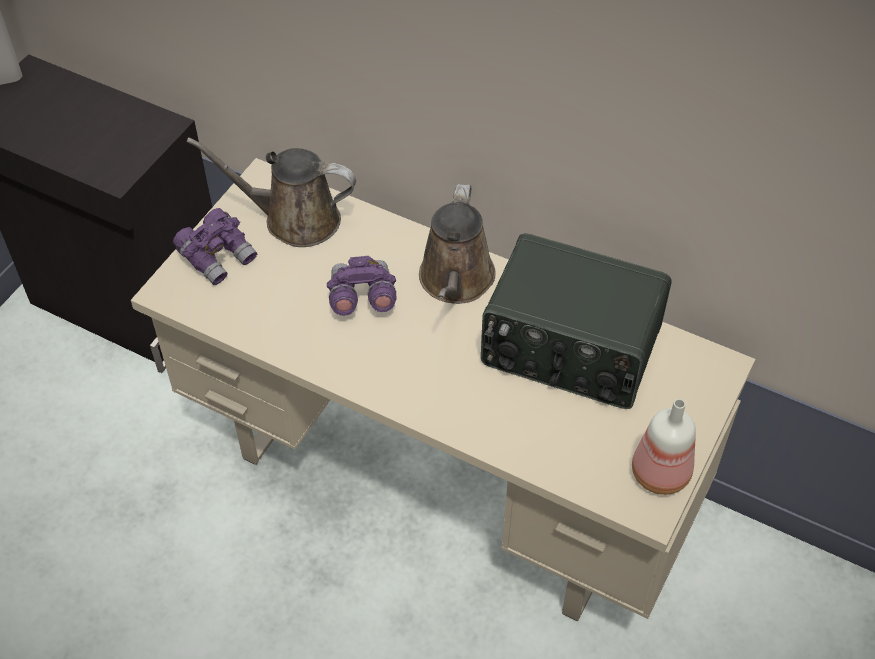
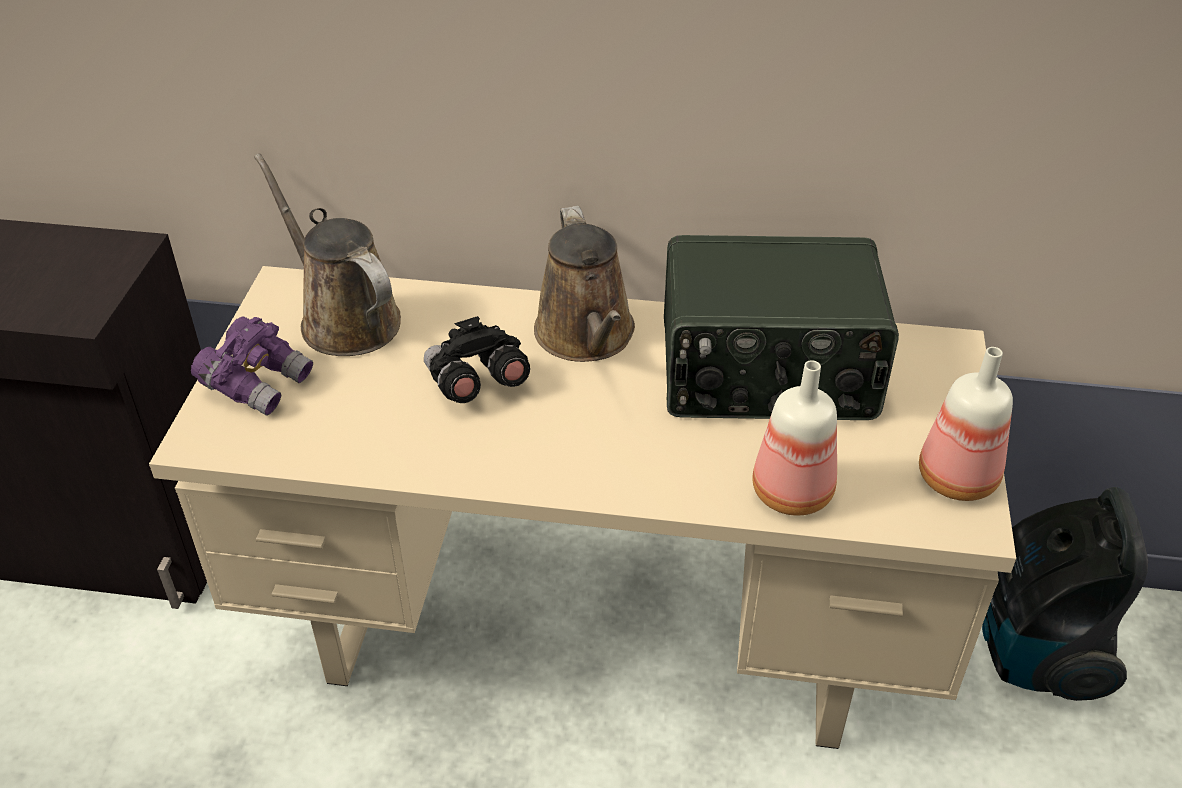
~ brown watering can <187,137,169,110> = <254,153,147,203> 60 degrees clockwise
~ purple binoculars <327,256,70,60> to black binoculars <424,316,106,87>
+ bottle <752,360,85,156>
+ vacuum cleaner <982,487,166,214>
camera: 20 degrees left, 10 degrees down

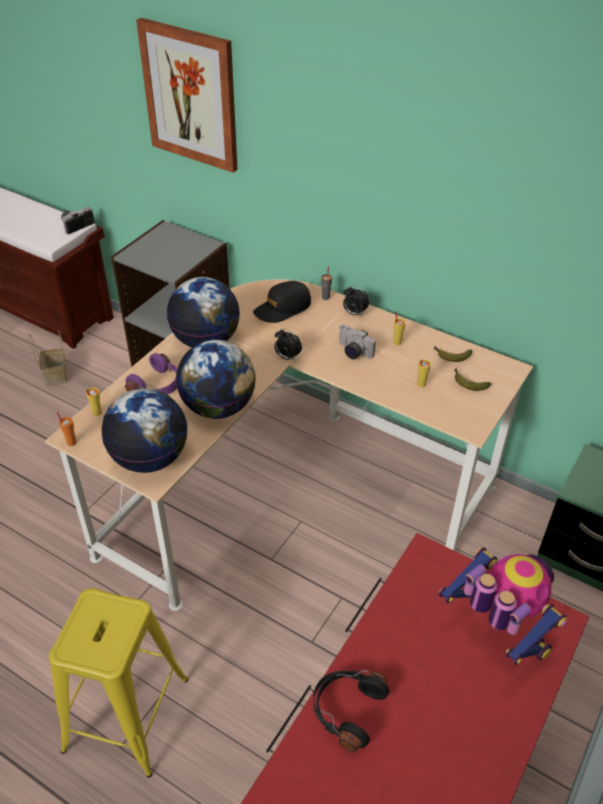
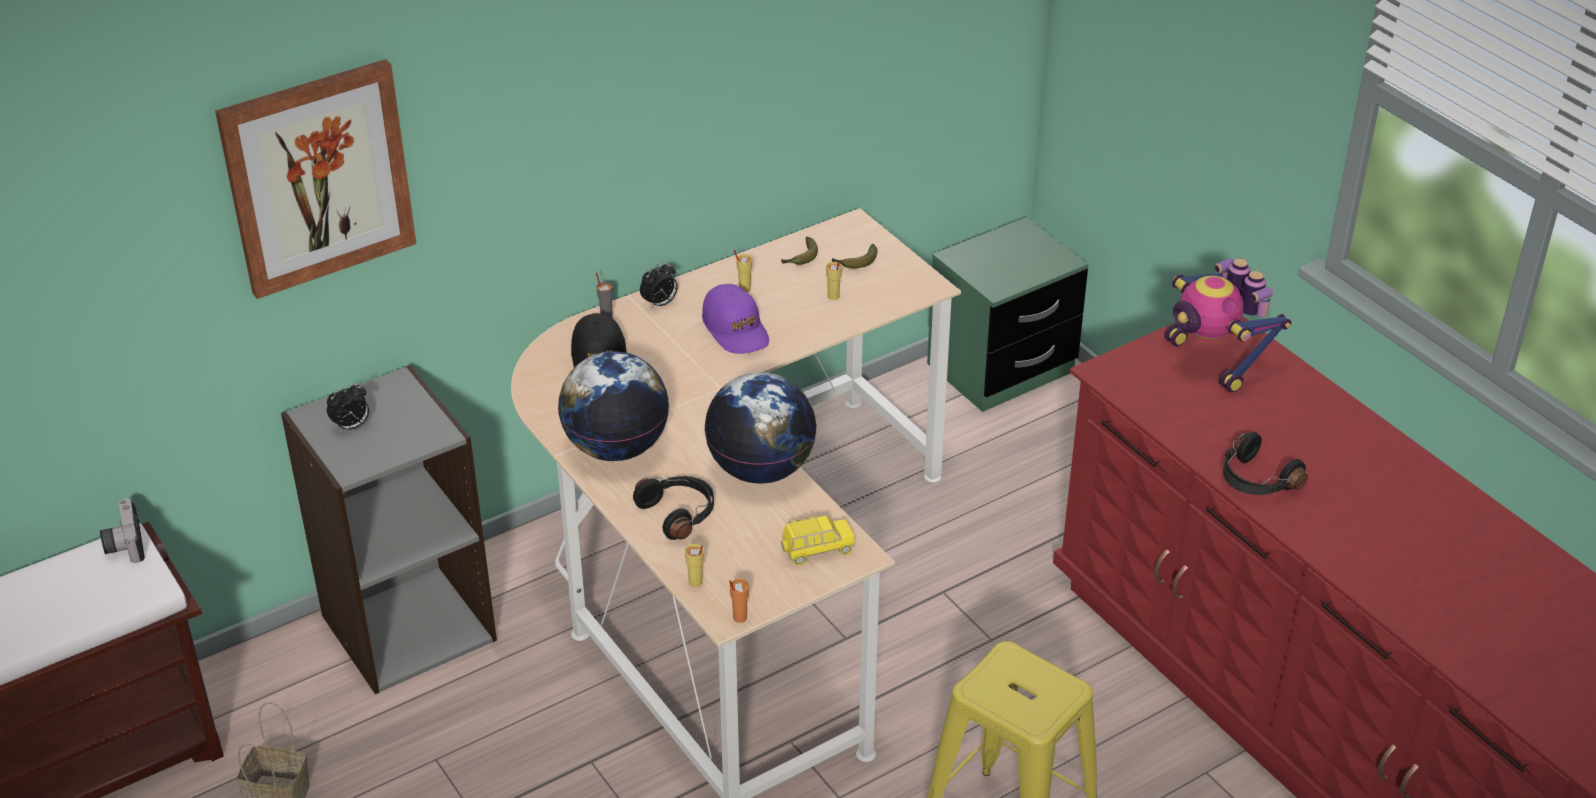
~ globe <101,388,87,85> to yellow toy car <781,516,74,50>
~ purple headphones <125,353,52,41> to black headphones <633,476,81,64>
~ alarm clock <274,328,28,33> to <327,383,42,50>
~ photo camera <339,324,37,35> to purple cap <702,284,67,70>
~ toy robot <438,547,129,118> = <1164,258,128,135> 105 degrees counterclockwise
camera: 65 degrees left, 5 degrees down

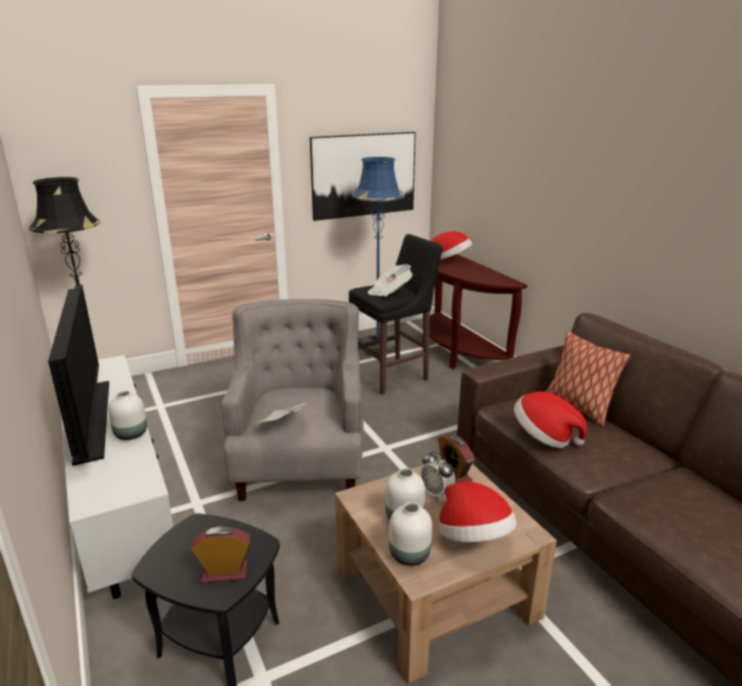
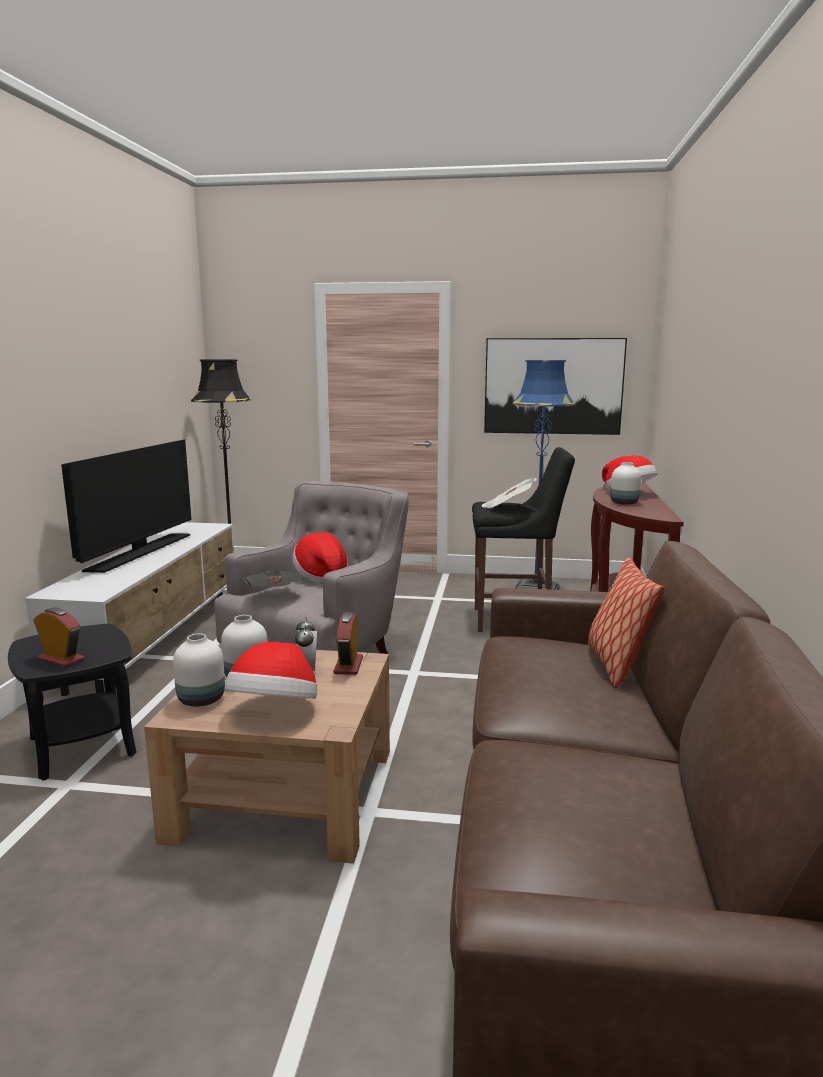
~ white vase <108,390,39,50> to <610,462,31,43>
~ hat <514,391,73,57> to <292,532,56,51>
camera: 35 degrees right, 10 degrees down

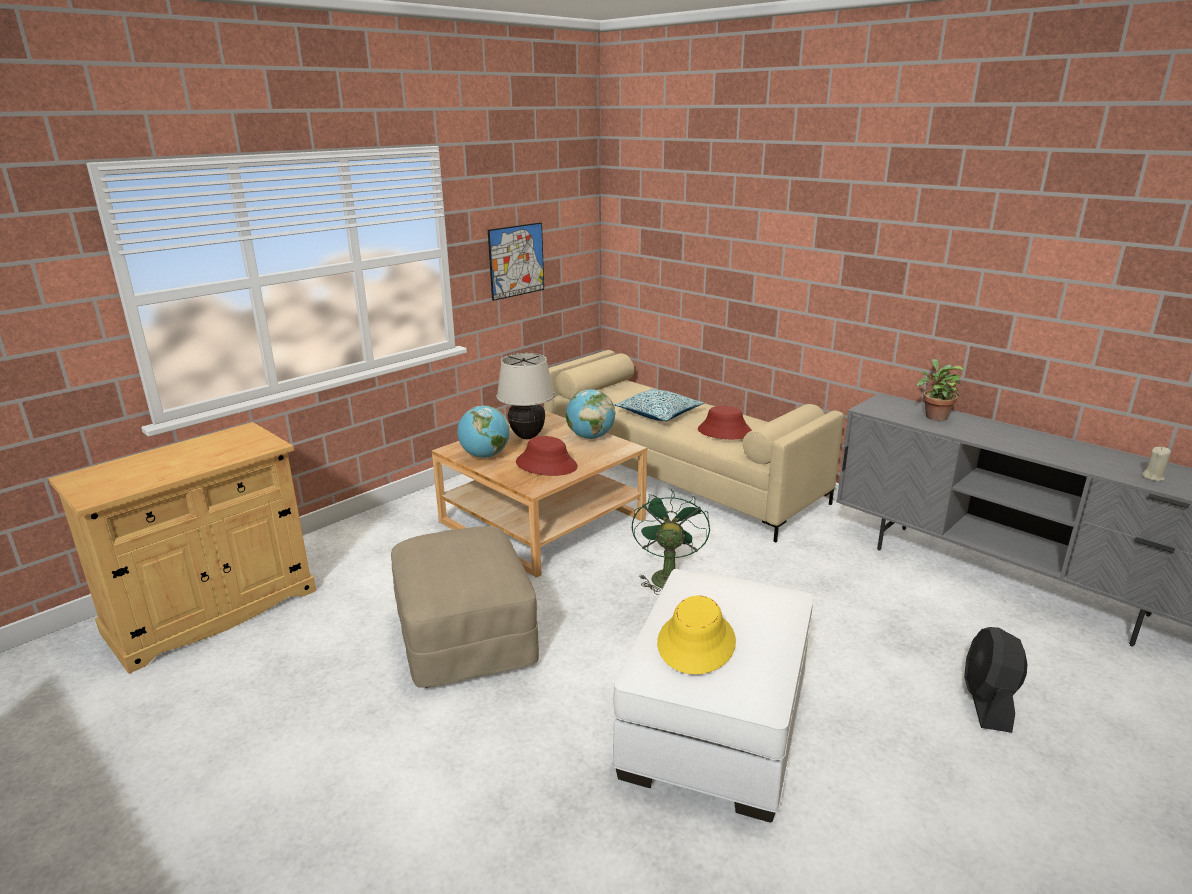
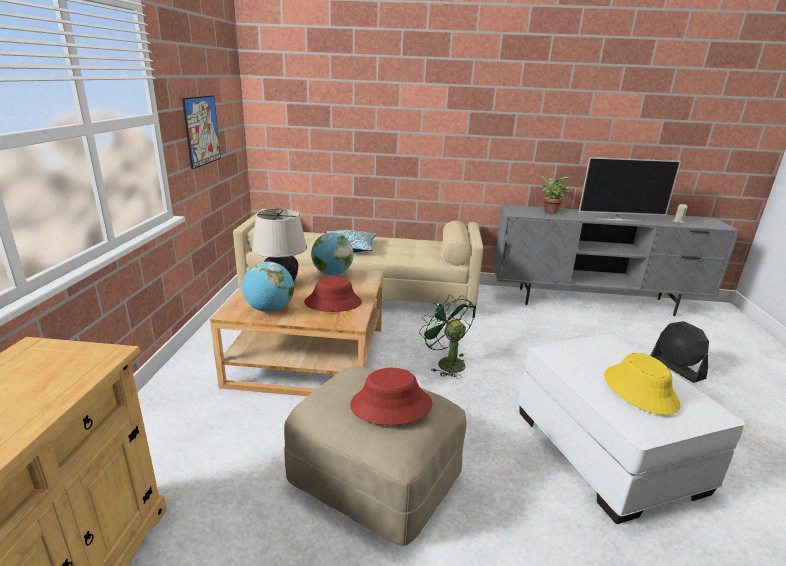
~ red hat <698,406,54,33> to <350,368,83,57>
+ television <579,157,102,64>
camera: 40 degrees left, 0 degrees up

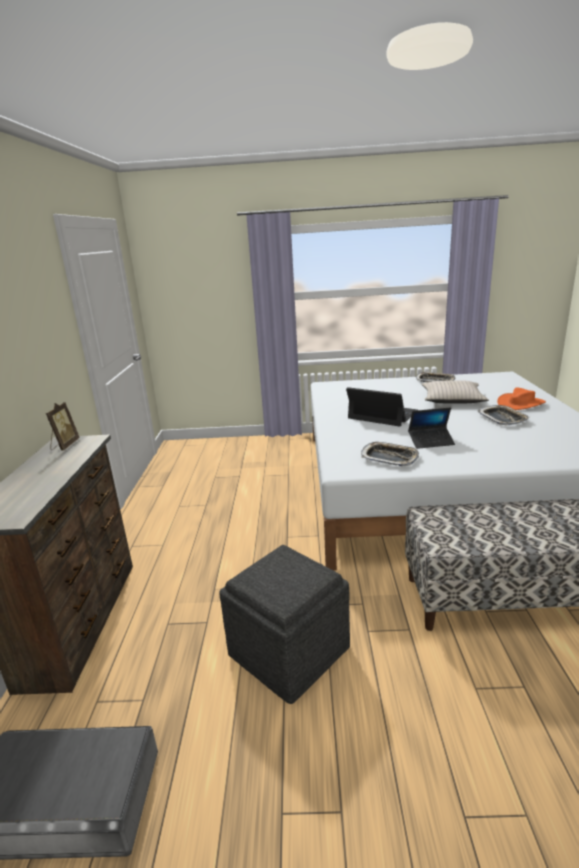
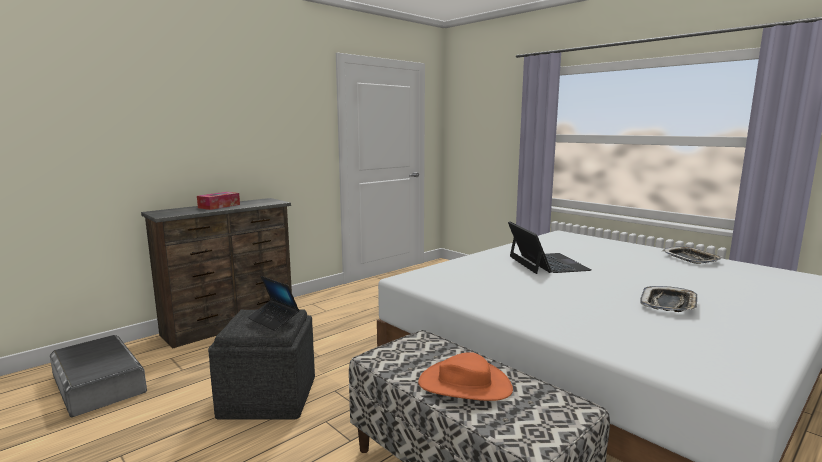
- picture frame <46,402,34,49>
- tray <361,442,58,25>
~ laptop <408,407,47,42> to <248,276,51,55>
- beige pillow <421,381,68,23>
~ orange hat <497,388,49,22> to <418,352,95,49>
+ tissue box <197,192,43,18>
camera: 45 degrees right, 10 degrees down

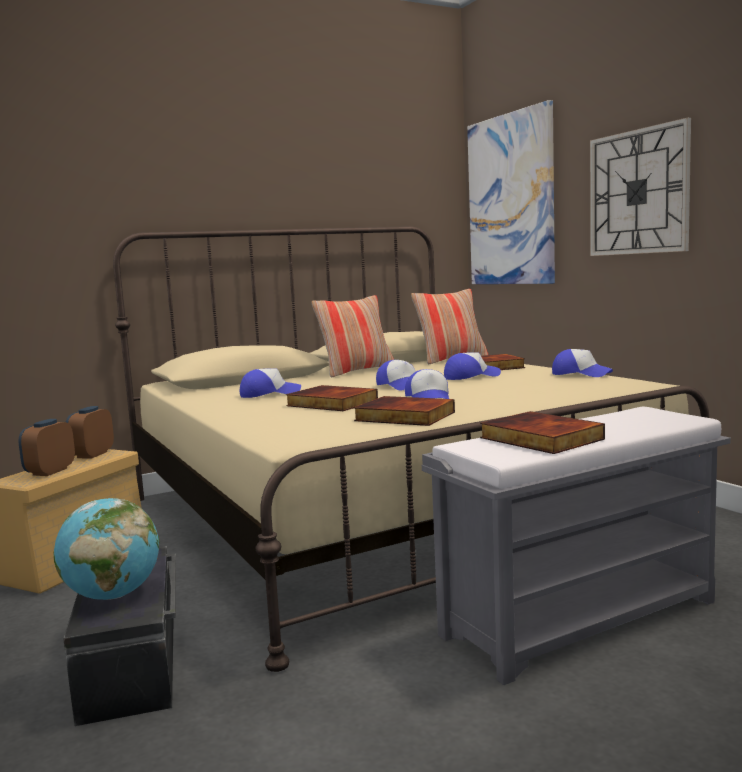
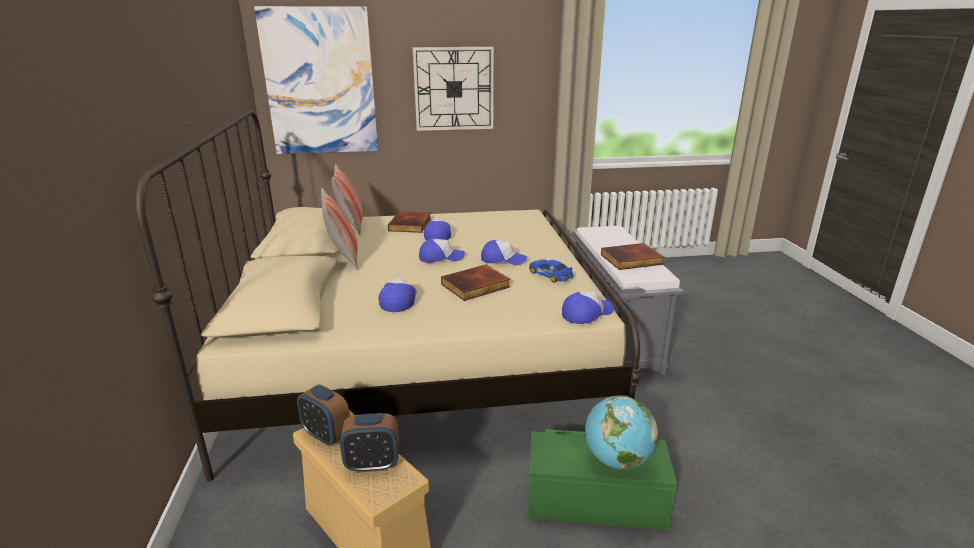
~ alarm clock <18,419,57,57> = <340,413,59,60> 45 degrees counterclockwise
~ black storage box <63,546,113,180> to green storage box <528,429,149,101>
~ book <354,396,101,30> to toy car <529,259,45,24>
~ cap <552,349,61,28> to <562,291,52,33>
camera: 70 degrees left, 15 degrees up

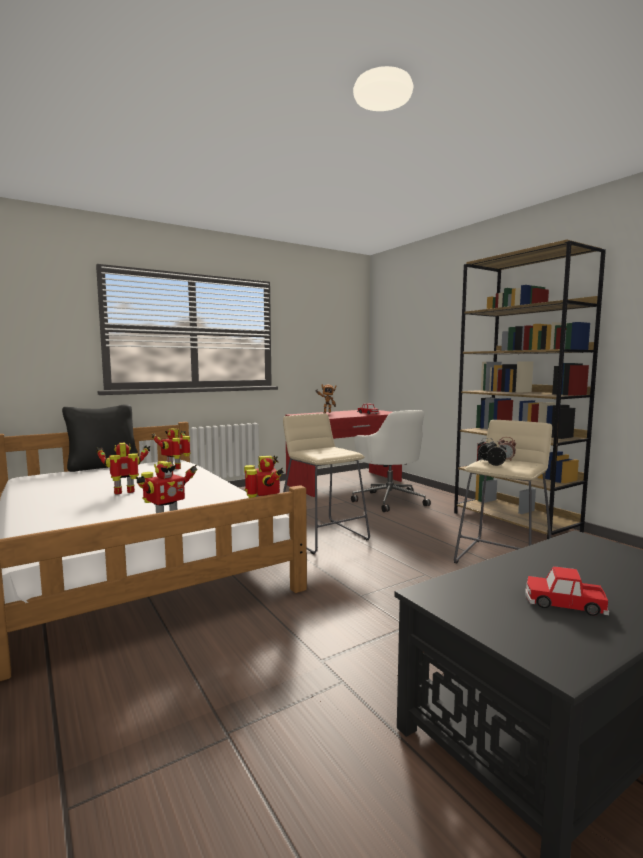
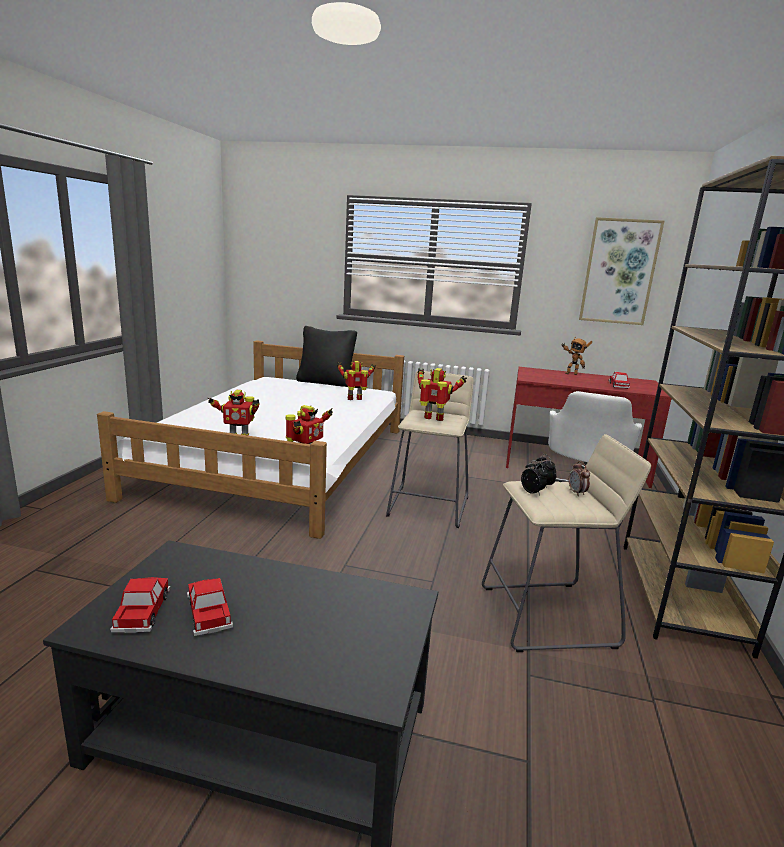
~ toy robot <96,443,54,51> to <417,368,50,53>
+ toy car <110,577,61,56>
+ picture <579,217,85,108>
camera: 45 degrees right, 10 degrees up

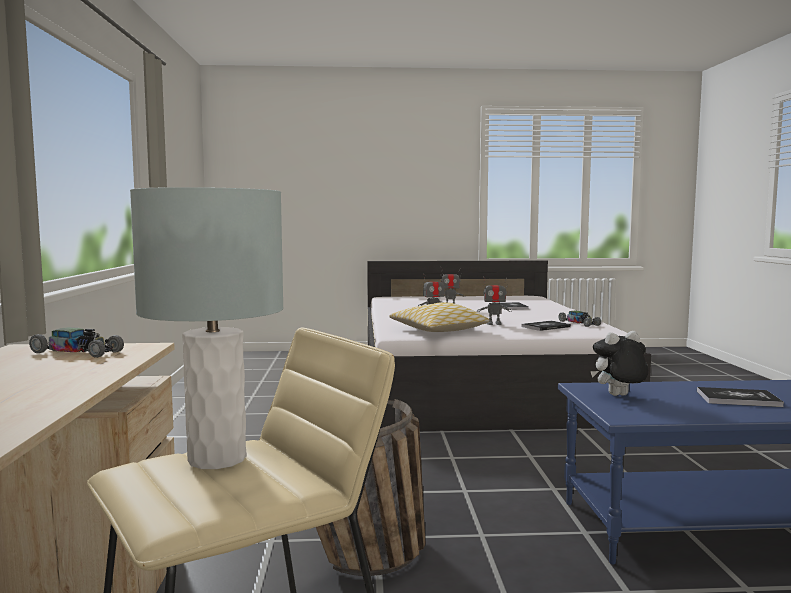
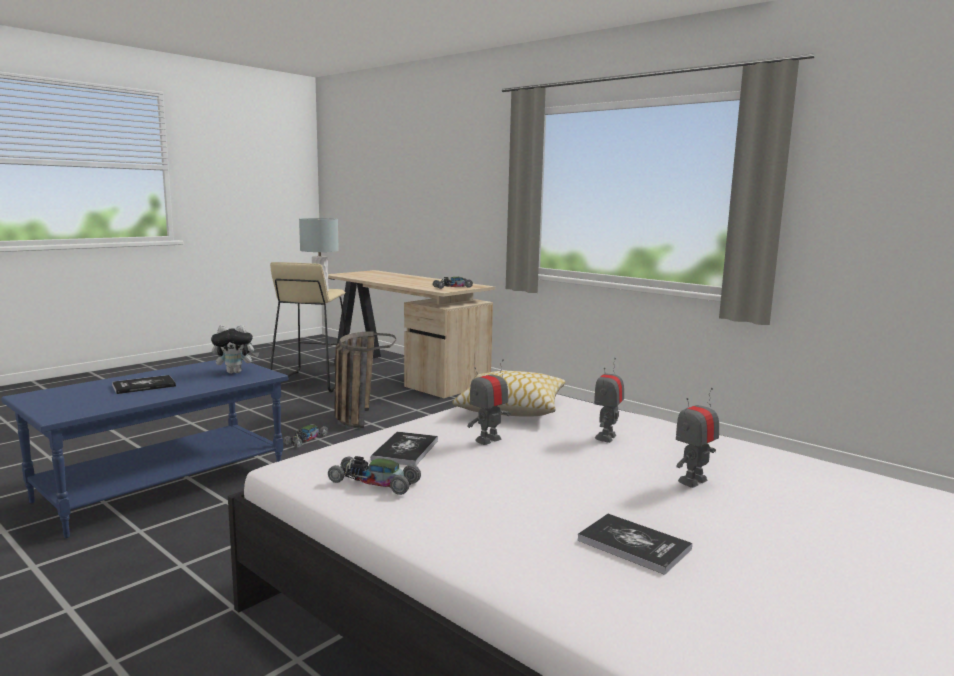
~ plush toy <590,331,58,65> = <211,325,48,49> 45 degrees clockwise
+ toy car <283,424,45,24>
camera: 135 degrees right, 5 degrees up

